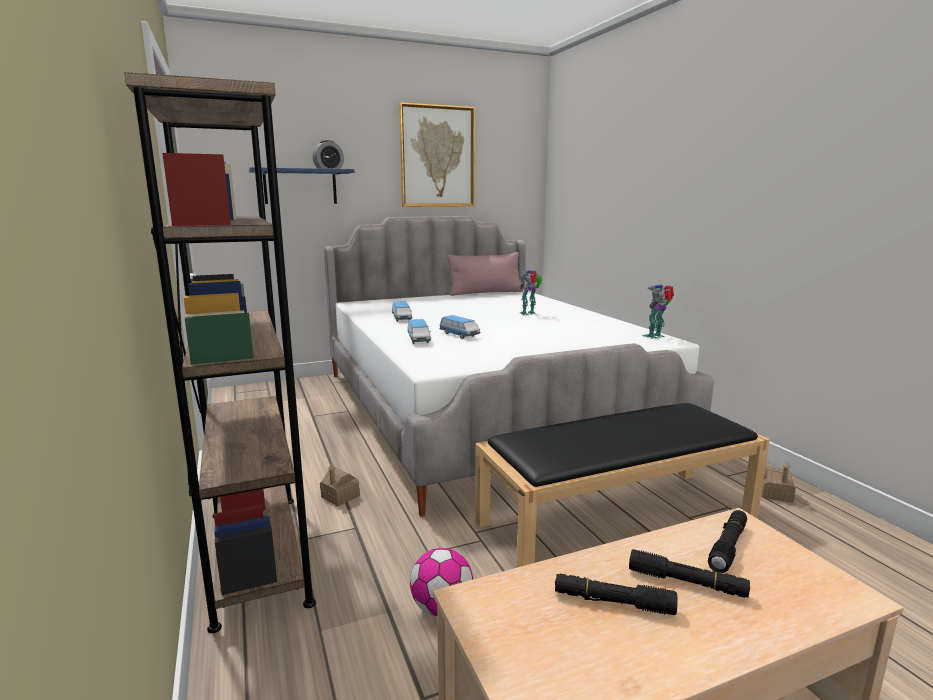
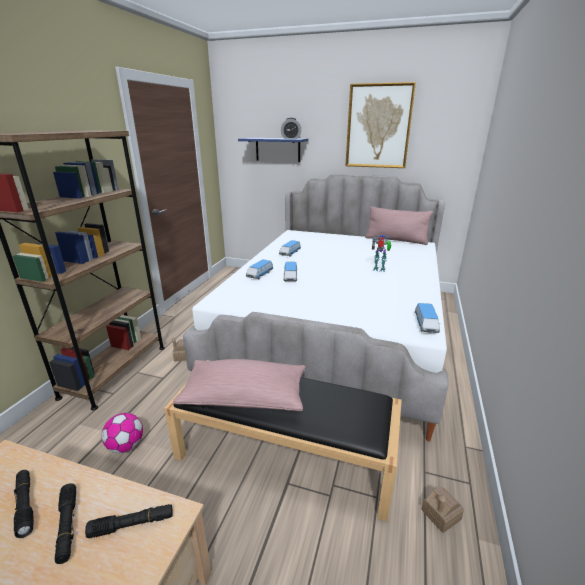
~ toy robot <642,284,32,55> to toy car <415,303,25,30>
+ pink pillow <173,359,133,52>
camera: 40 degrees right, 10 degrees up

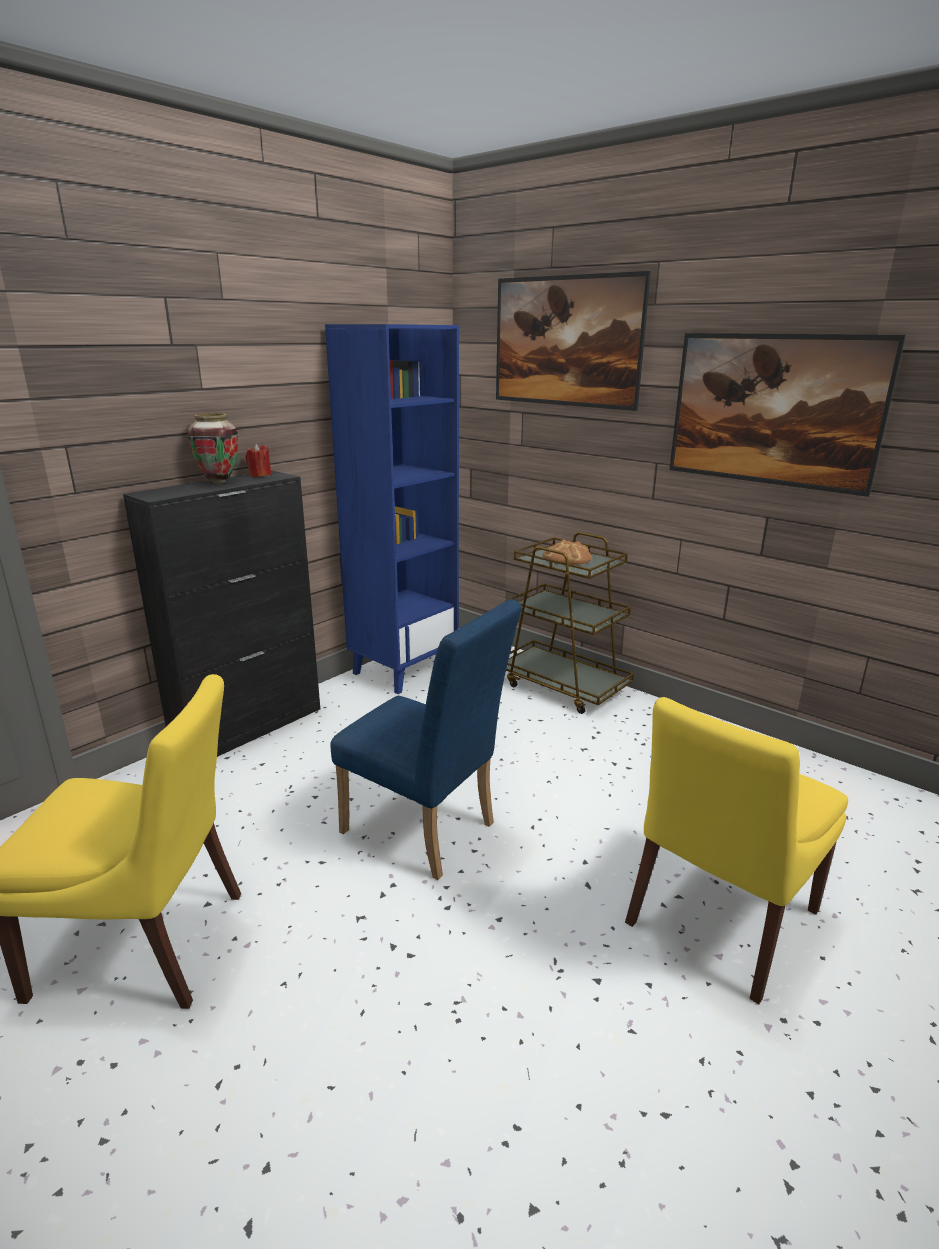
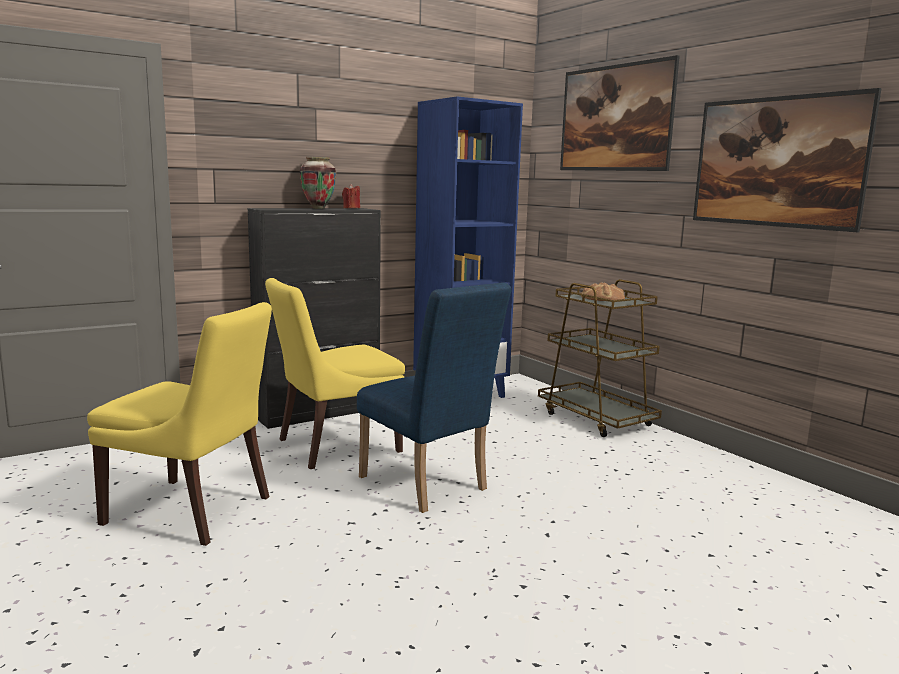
~ yellow chair <625,697,223,307> to <265,278,140,191>
camera: 15 degrees right, 10 degrees down

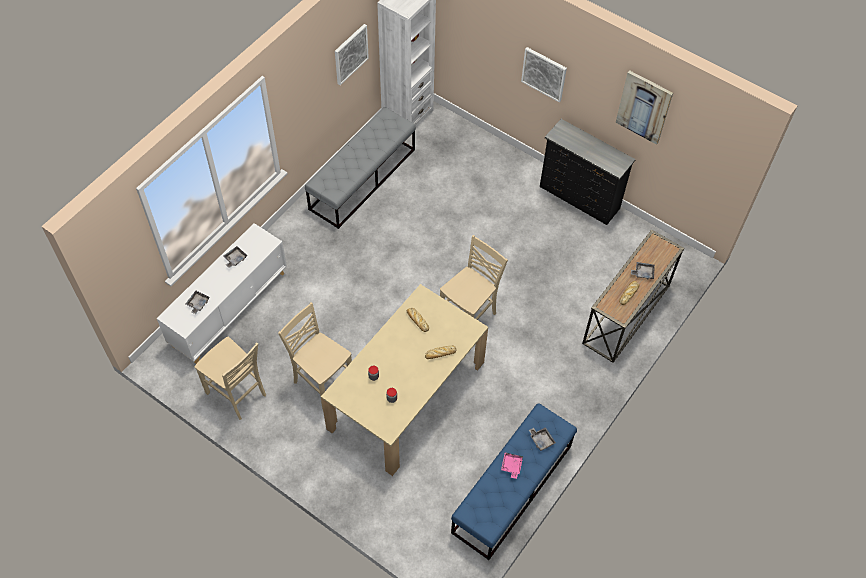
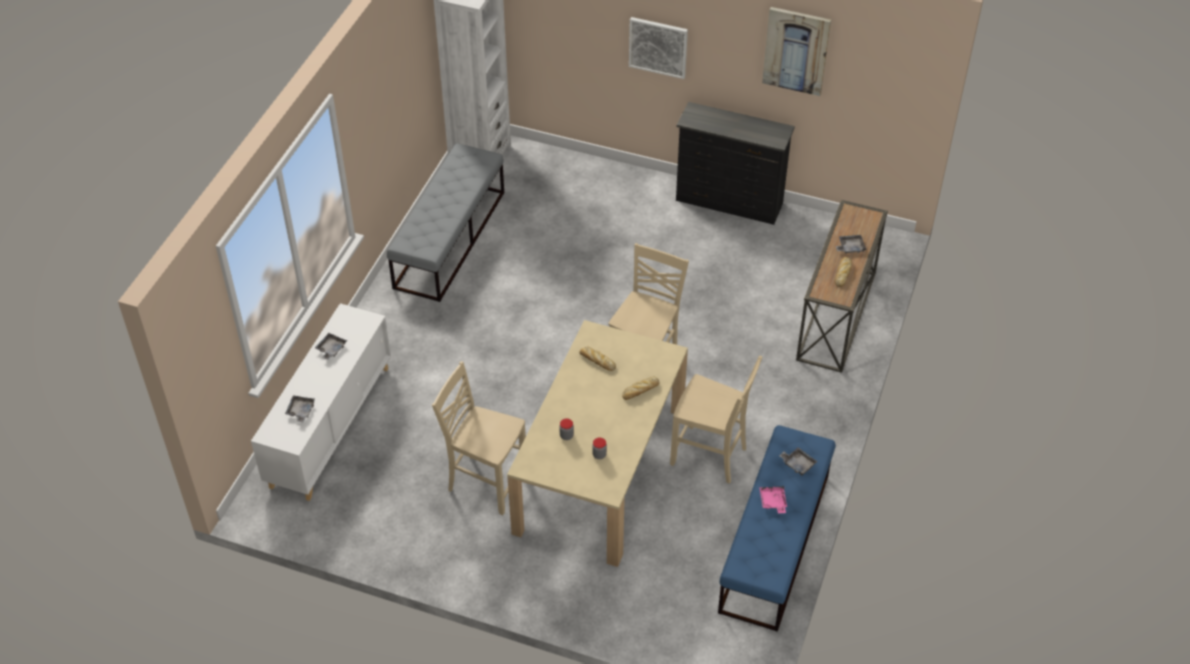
~ beige chair <195,337,71,83> to <670,356,92,128>
- picture <335,24,34,61>
camera: 15 degrees left, 10 degrees down

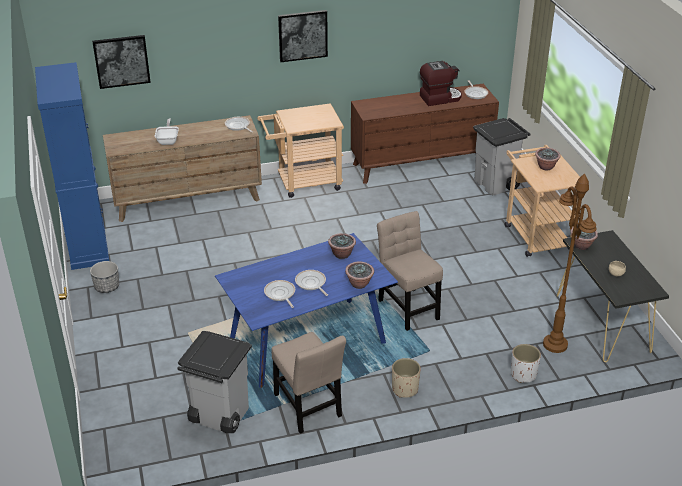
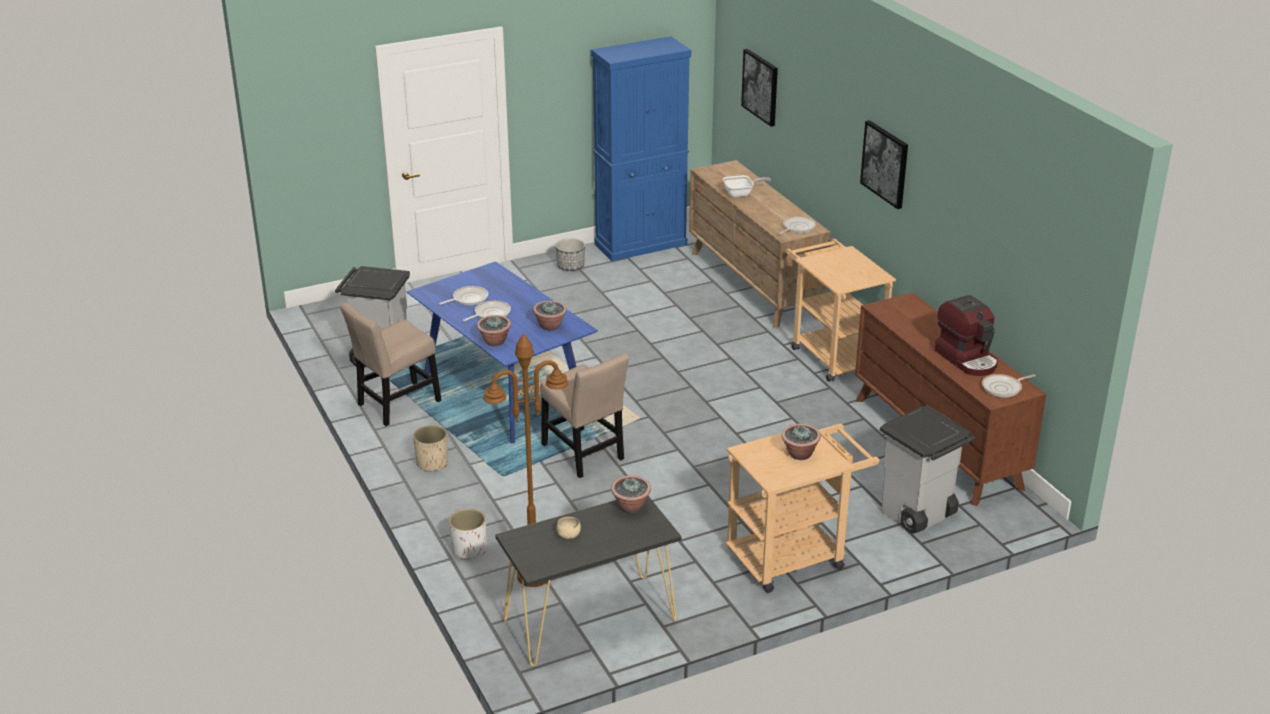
~ beige chair <377,211,66,120> = <540,353,89,125> 90 degrees clockwise
camera: 80 degrees right, 5 degrees down

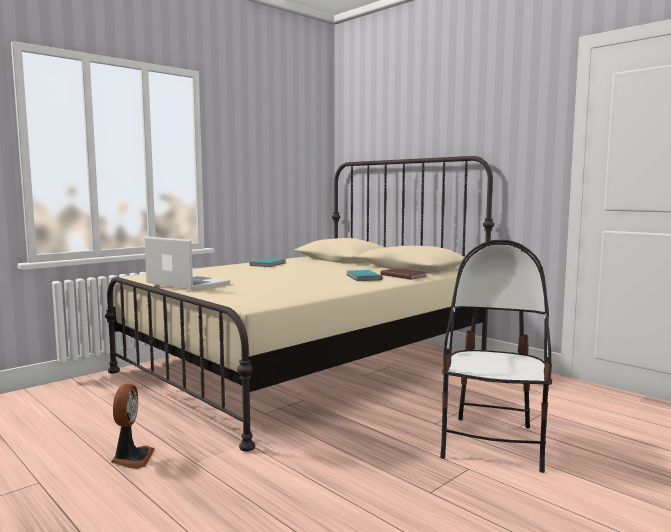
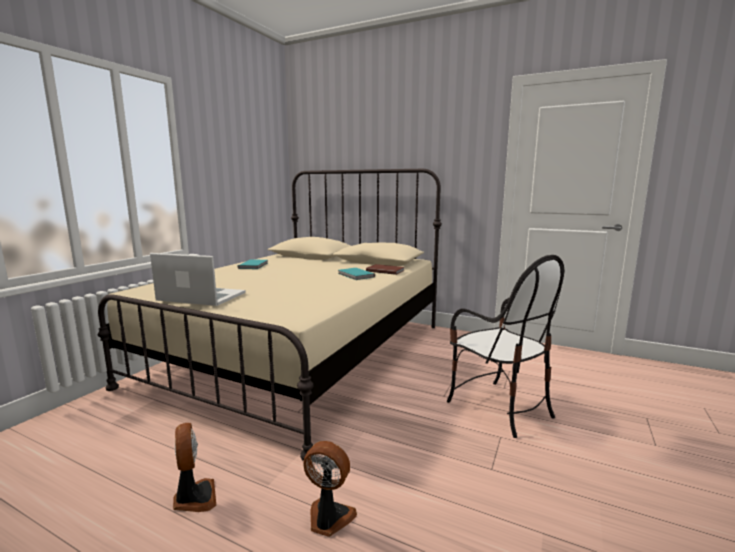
~ chair <440,240,112,233> = <447,255,118,183> 150 degrees clockwise
+ fan <303,441,54,96>
camera: 20 degrees left, 5 degrees up

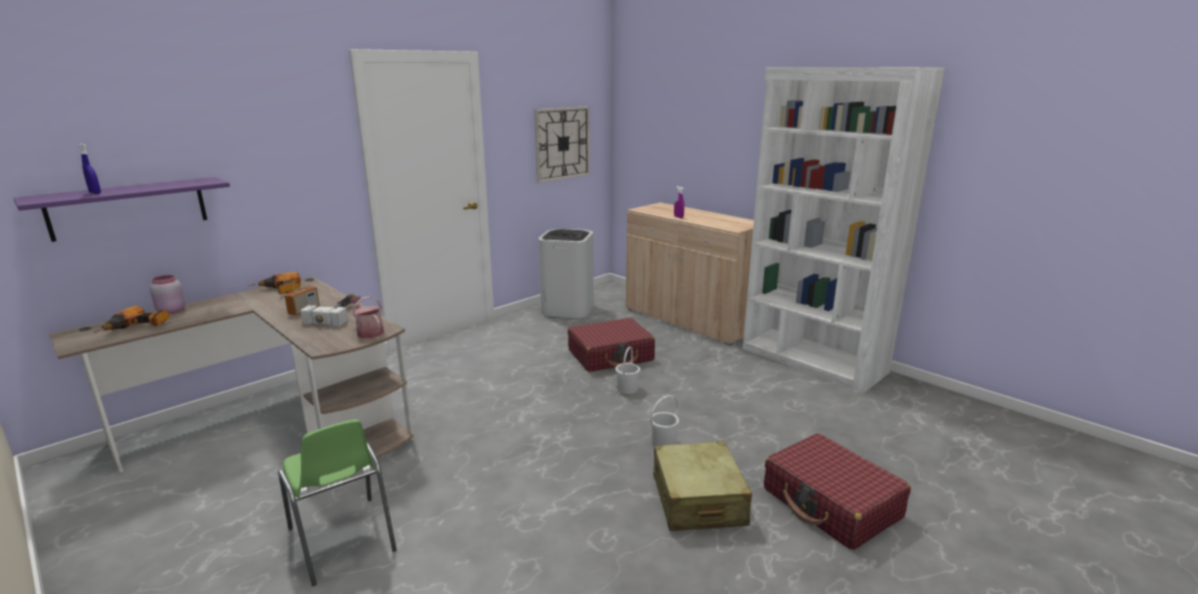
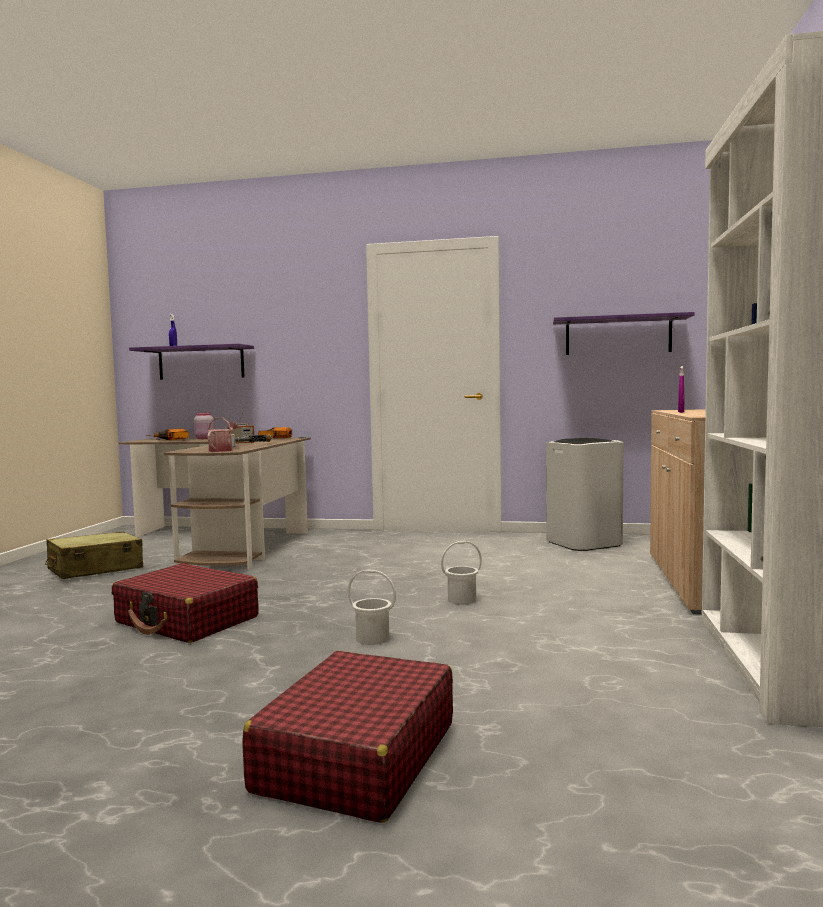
- green chair <278,419,119,167>
~ wall clock <534,106,56,77> to purple shelf <553,312,142,43>
~ red suitcase <568,318,87,54> to <112,563,147,80>
~ beige suitcase <653,441,99,90> to <45,531,98,48>
camera: 55 degrees right, 15 degrees down

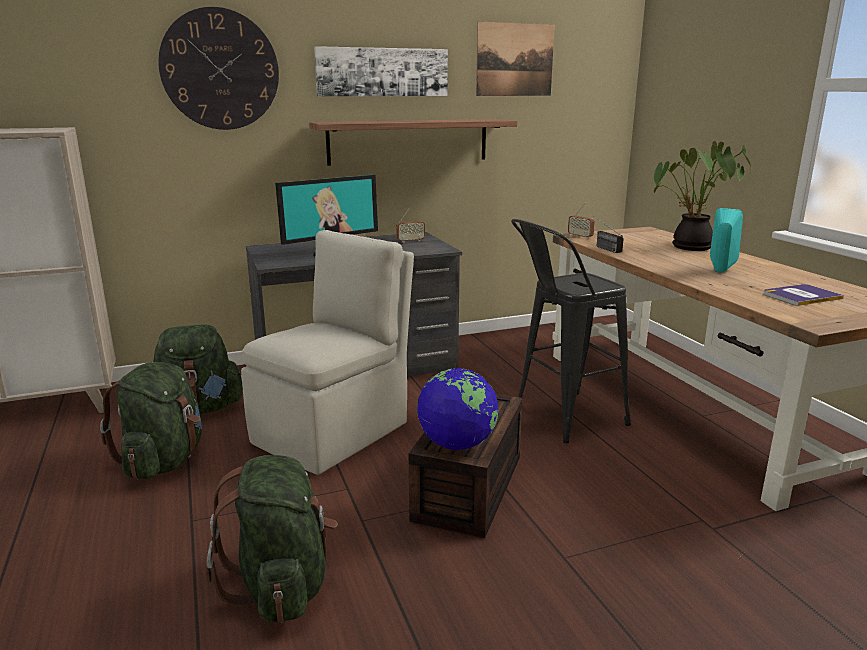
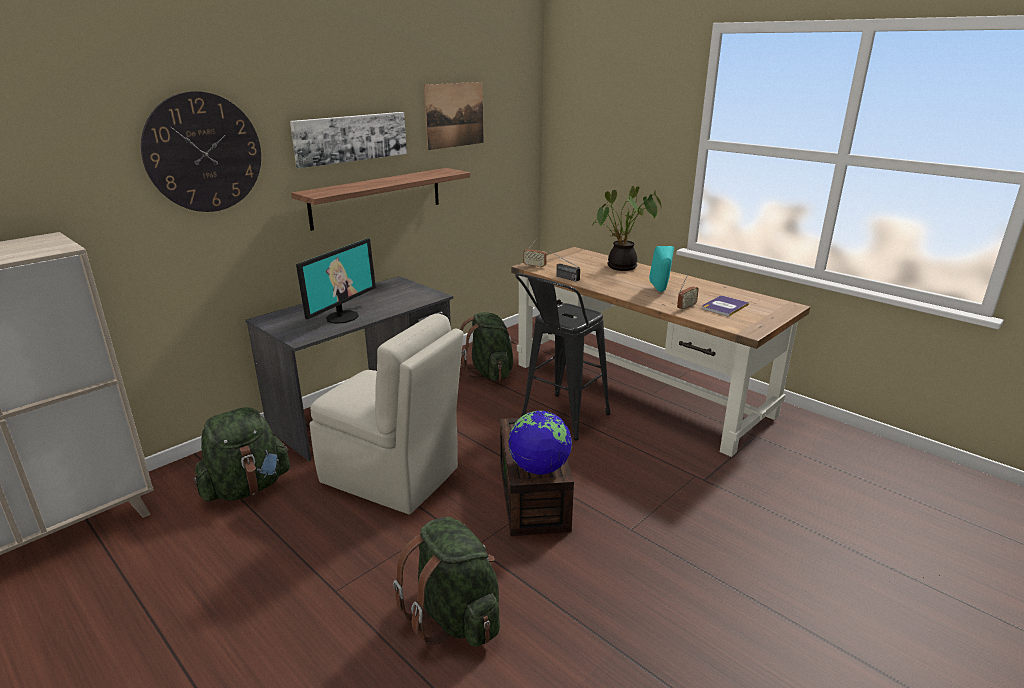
~ green backpack <100,362,102,117> to <460,312,56,68>
~ beige chair <241,230,173,245> = <310,313,154,201> 105 degrees clockwise
~ radio <396,207,29,36> to <677,275,22,36>
camera: 25 degrees left, 5 degrees up

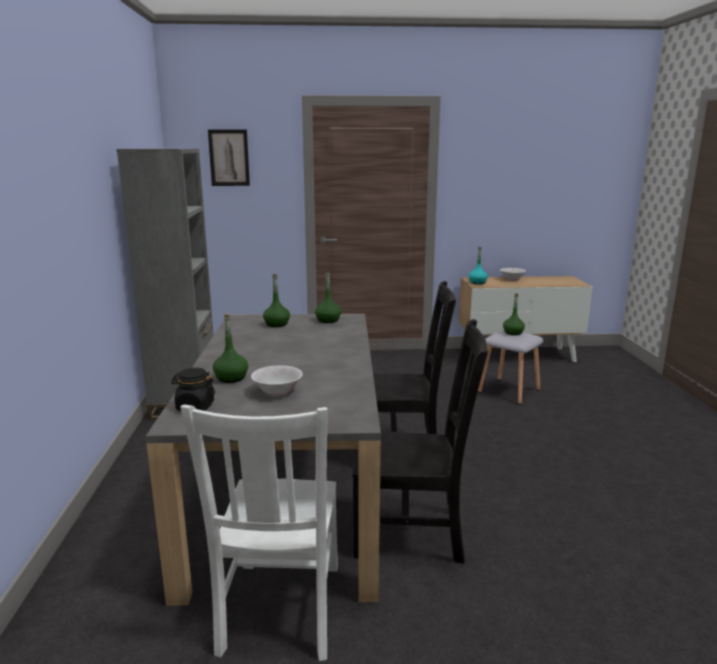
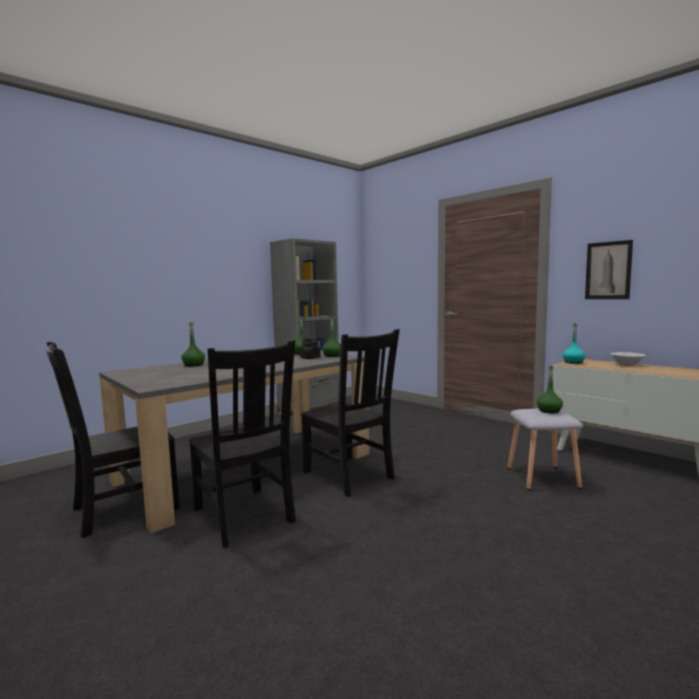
~ black jar <171,368,44,43> to <299,337,22,22>
~ white chair <180,405,158,256> to black chair <46,341,134,197>
~ picture <208,130,42,56> to <585,240,48,59>
- white bowl <251,366,52,30>
camera: 50 degrees right, 10 degrees down

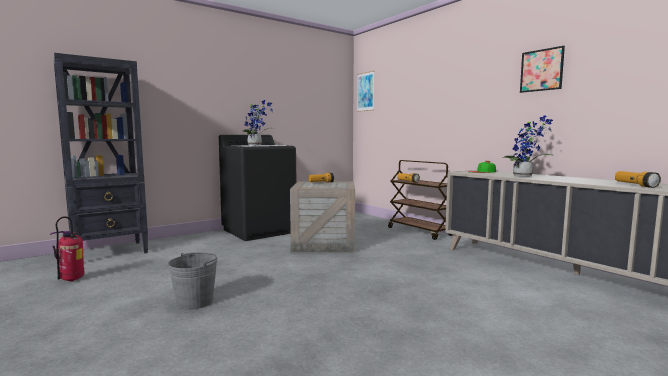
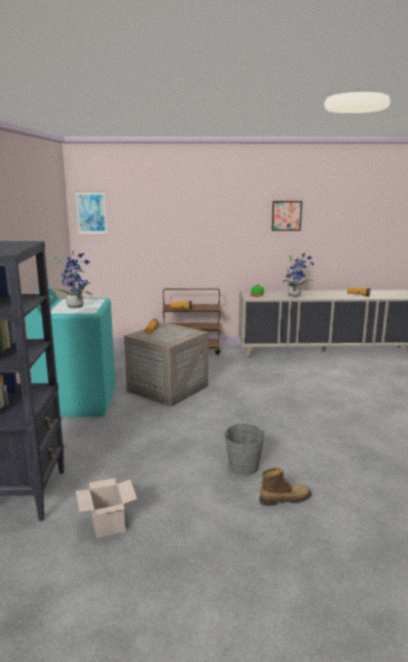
~ fire extinguisher <49,216,35,65> to cardboard box <76,478,61,60>
~ black washing machine <219,135,77,106> to turquoise washing machine <25,286,90,131>
+ boot <259,467,52,39>
camera: 55 degrees left, 10 degrees up

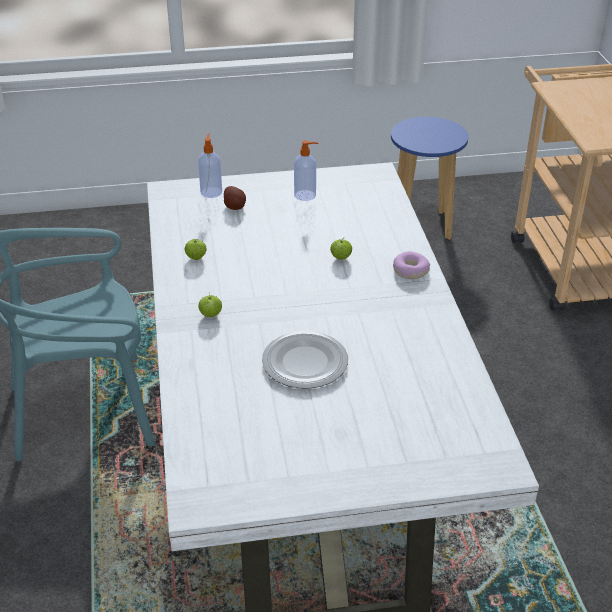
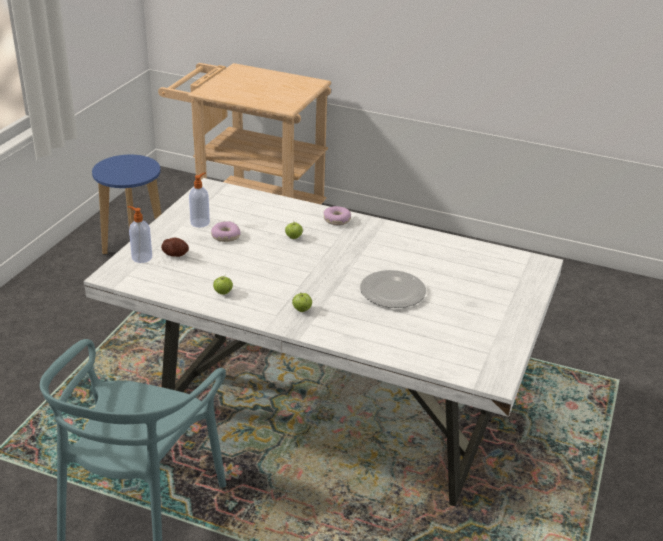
+ donut <211,221,30,21>
camera: 60 degrees left, 5 degrees down

